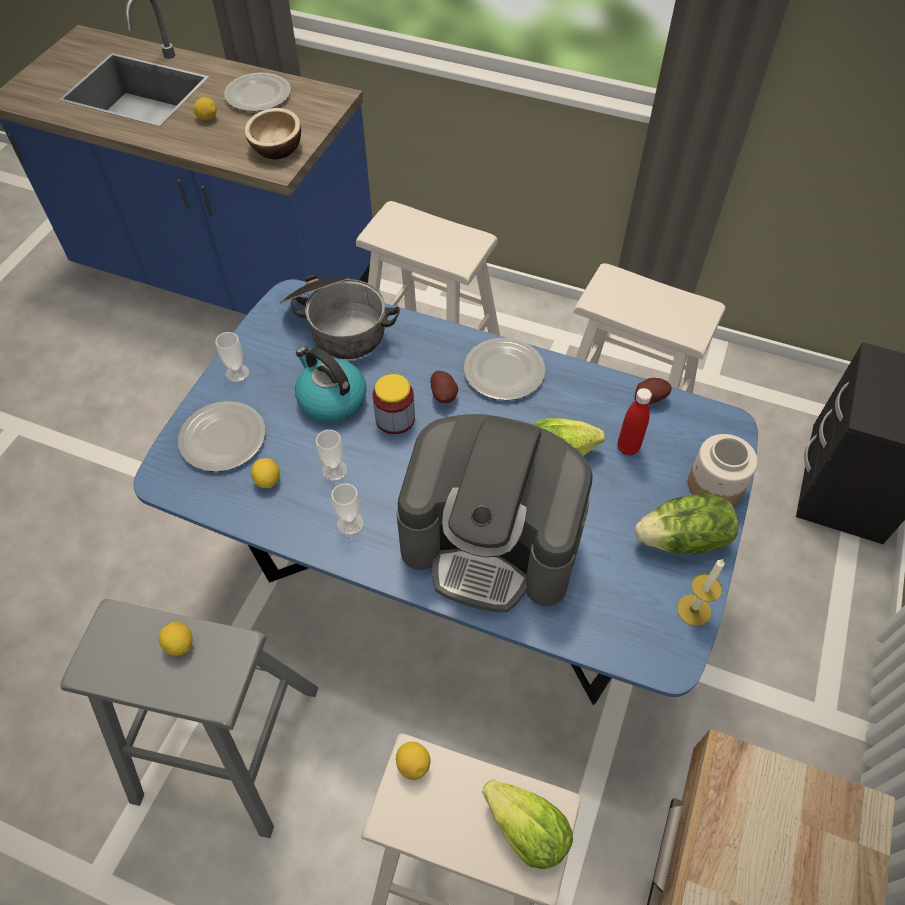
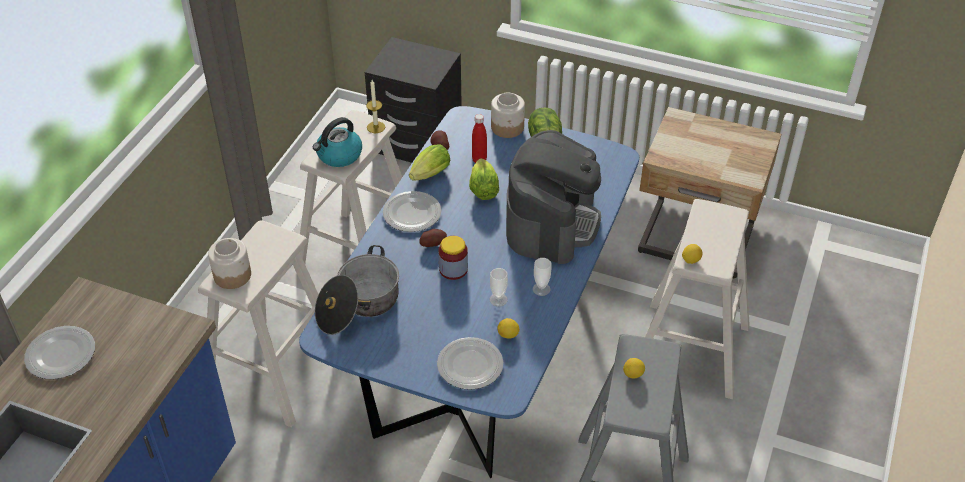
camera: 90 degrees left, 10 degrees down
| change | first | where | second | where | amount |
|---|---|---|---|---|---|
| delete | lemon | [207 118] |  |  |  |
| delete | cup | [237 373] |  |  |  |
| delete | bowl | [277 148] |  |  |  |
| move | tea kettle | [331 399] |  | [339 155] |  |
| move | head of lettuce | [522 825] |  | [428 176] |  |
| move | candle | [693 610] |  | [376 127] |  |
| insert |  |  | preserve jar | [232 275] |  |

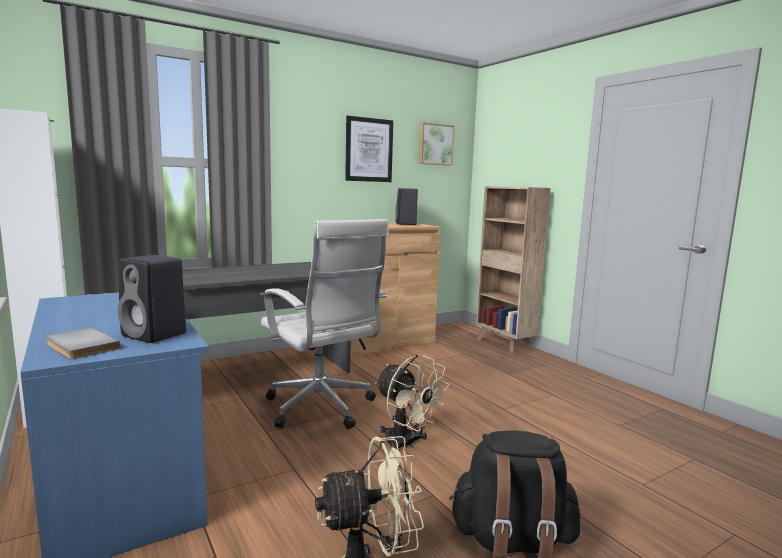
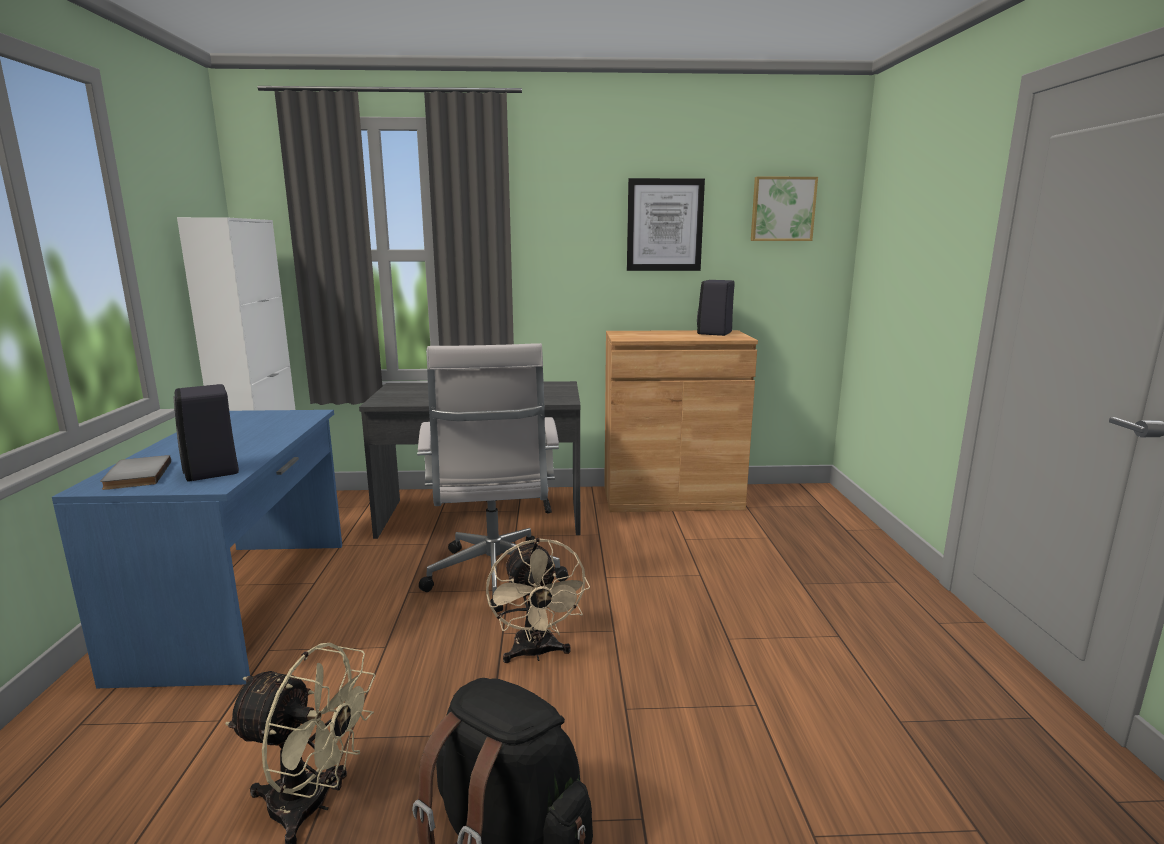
camera: 30 degrees right, 5 degrees up
| change | first | where | second | where | amount |
|---|---|---|---|---|---|
| delete | bookshelf (brownish) | [504 344] |  |  |  |

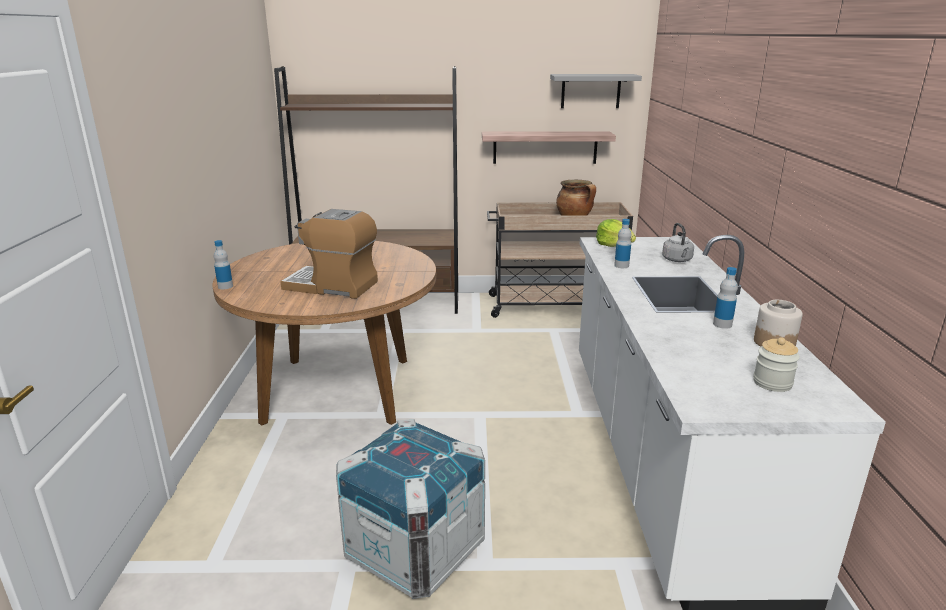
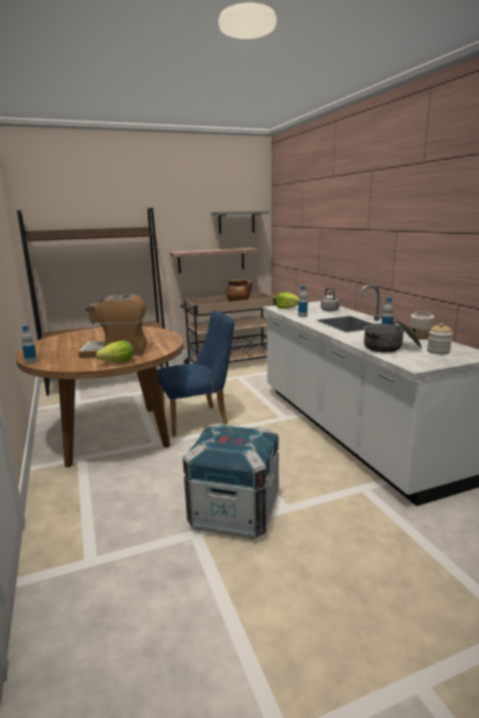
camera: 20 degrees left, 5 degrees down
| change | first | where | second | where | amount |
|---|---|---|---|---|---|
| insert |  |  | head of lettuce | [118 362] |  |
| insert |  |  | plain chair (blue-coloured) | [199 419] |  |
| insert |  |  | saucepot | [391 347] |  |

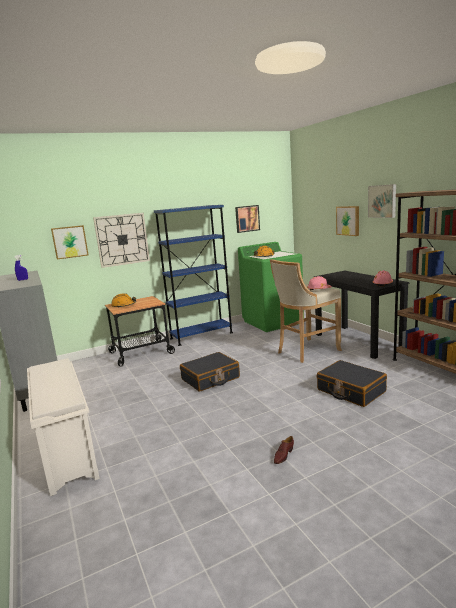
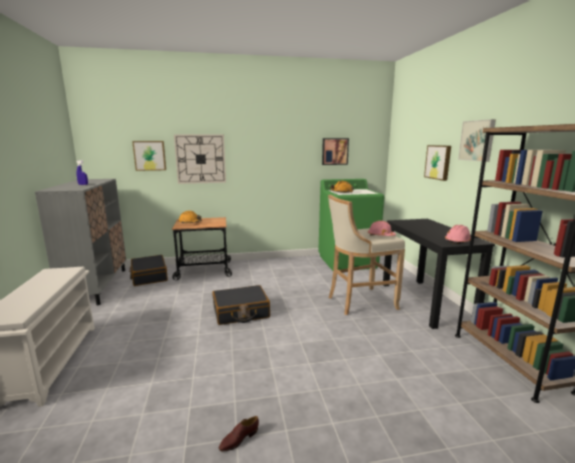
camera: 15 degrees right, 0 degrees up
| change | first | where | second | where | amount |
|---|---|---|---|---|---|
| delete | bookshelf (blue-coloured) | [201 335] |  |  |  |
| move | piece of luggage (blackish) | [350 391] |  | [149 276] |  |

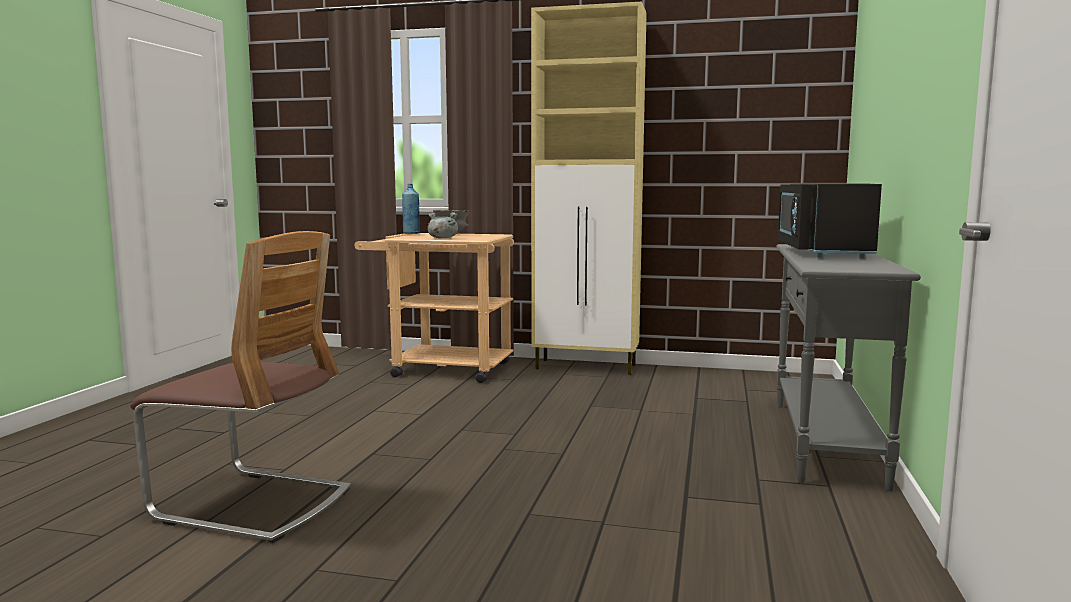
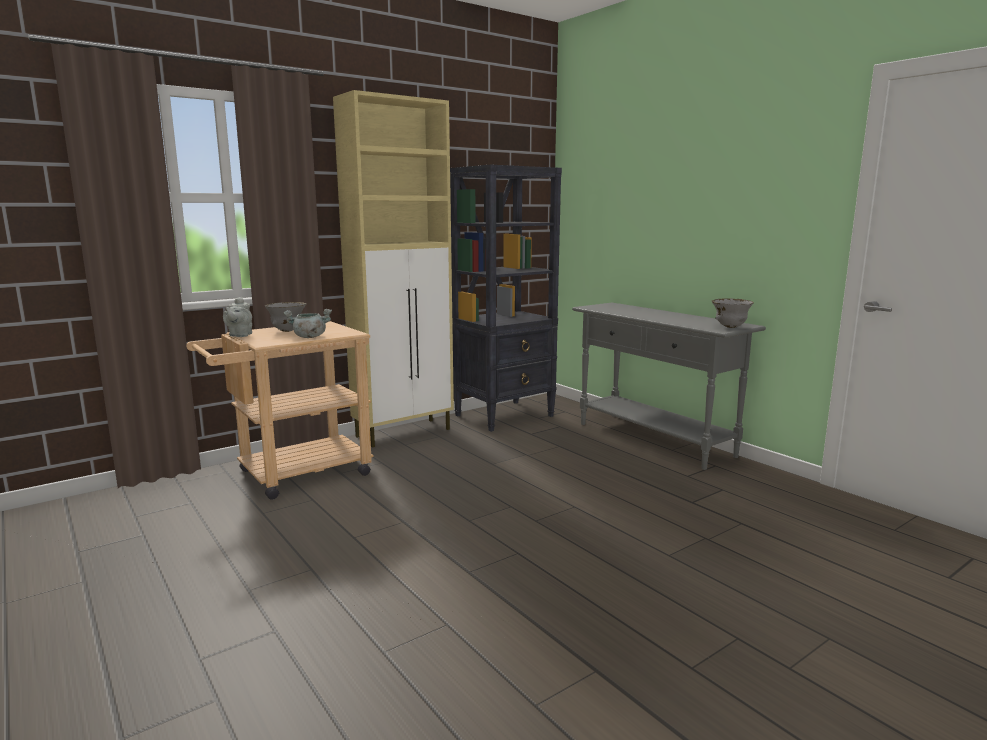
camera: 50 degrees left, 5 degrees up
| change | first | where | second | where | amount |
|---|---|---|---|---|---|
| delete | plain chair | [252 504] |  |  |  |
| replace | bottle (blue-coloured) | [411 233] | tea pot (gray) | [239 335] |  |
| delete | microwave (blackish) | [820 252] |  |  |  |
| insert |  |  | bookshelf (blackish) | [505 415] |  |
| insert |  |  | bowl (gray) | [730 327] |  |

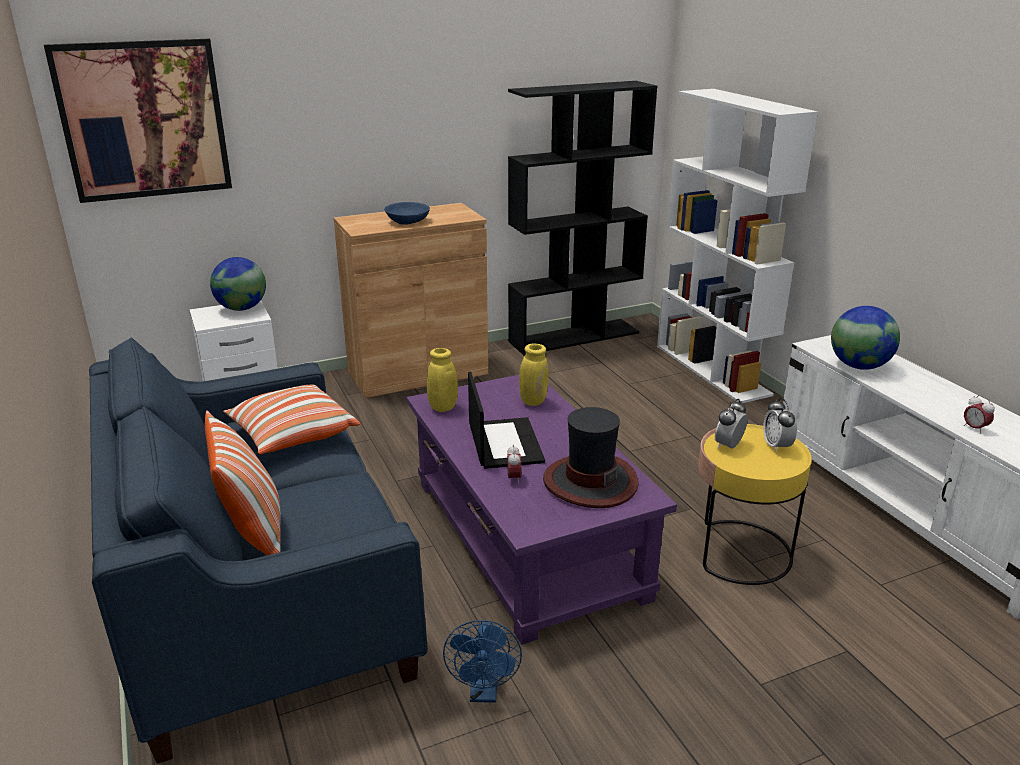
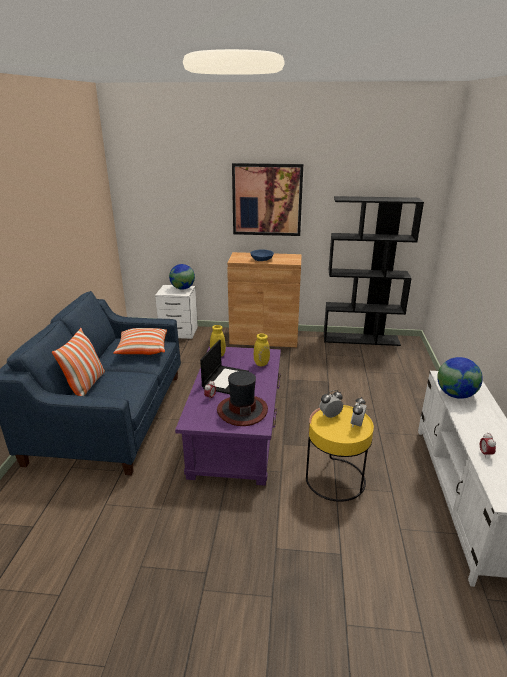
camera: 30 degrees right, 0 degrees up
| change | first | where | second | where | amount |
|---|---|---|---|---|---|
| move | wall picture | [144 120] |  | [267 200] |  |
| delete | cooling fan (blue-coloured) | [484 692] |  |  |  |
| delete | bookshelf (whitish) | [713 370] |  |  |  |

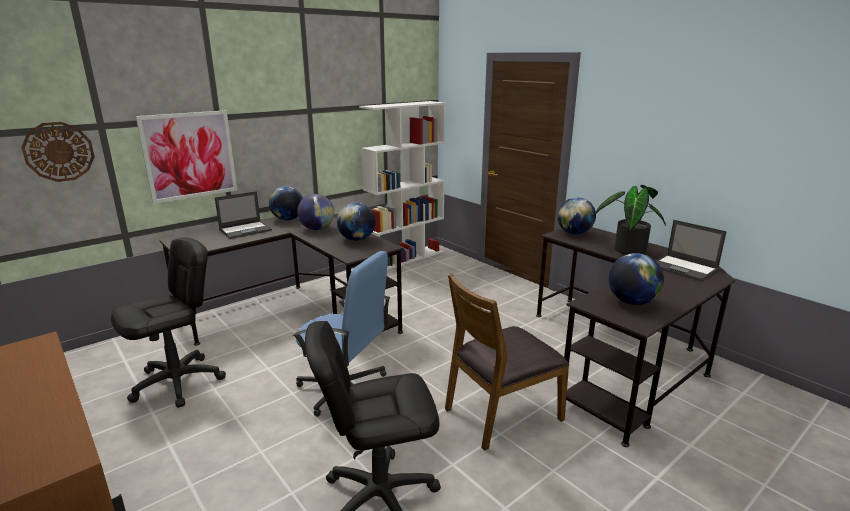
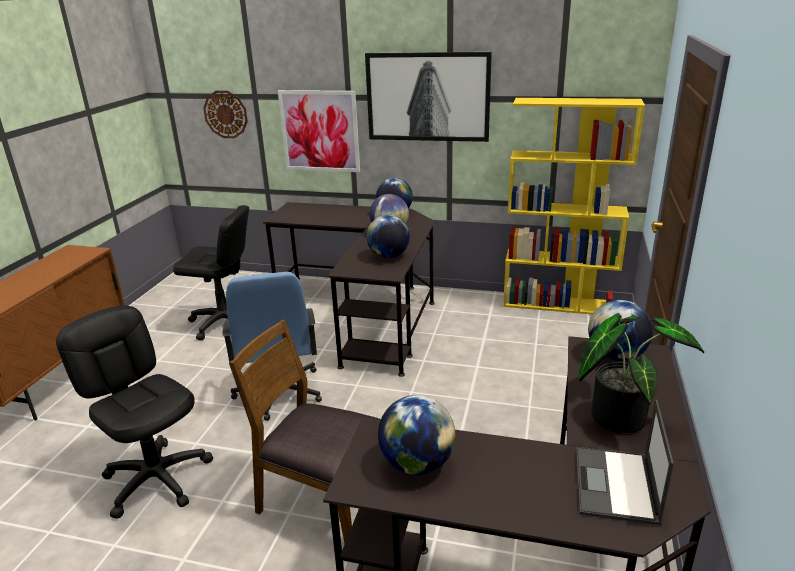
camera: 55 degrees right, 5 degrees up
| change | first | where | second | where | amount |
|---|---|---|---|---|---|
| delete | notebook computer | [246 230] |  |  |  |
| recolor | bookshelf (whitish) | [406 258] | bookshelf (yellow-coloured) | [559 304] |  |
| insert |  |  | wall picture | [428 97] |  |

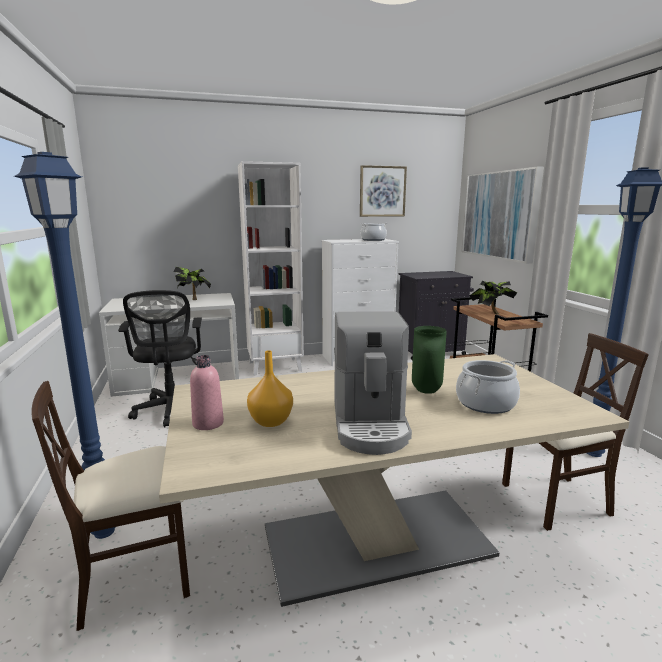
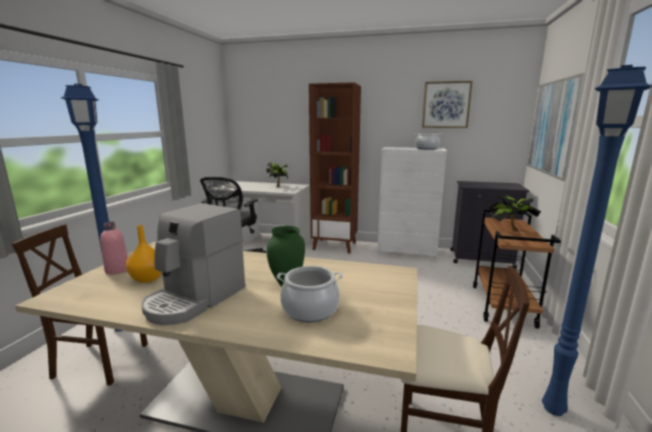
camera: 30 degrees right, 0 degrees up
| change | first | where | second | where | amount |
|---|---|---|---|---|---|
| recolor | bookshelf (whitish) | [275 366] | bookshelf (brownish) | [335 246] |  |

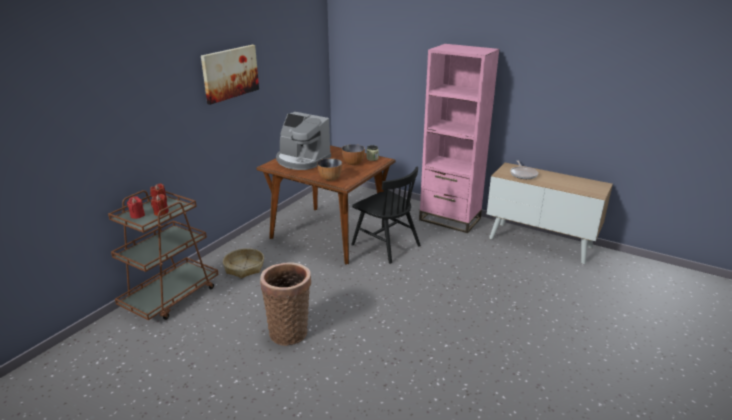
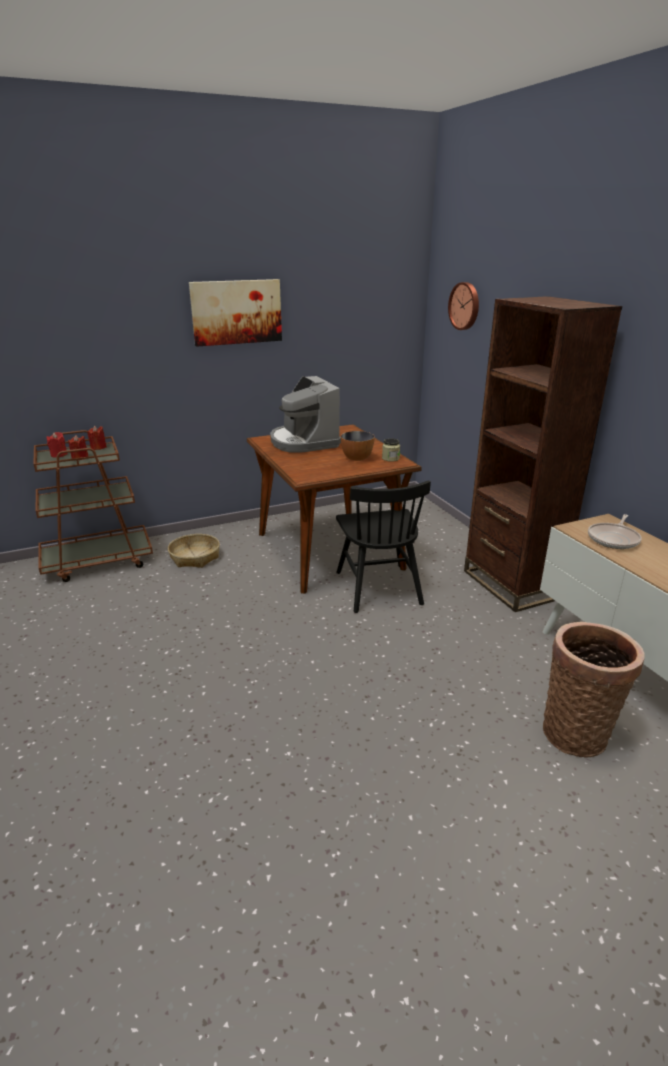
camera: 35 degrees right, 0 degrees up
| change | first | where | second | where | amount |
|---|---|---|---|---|---|
| move | household basket | [289 331] |  | [577 732] |  |
| delete | bowl | [330 179] |  |  |  |
| recolor | bookshelf (pinkish) | [450 219] | bookshelf (brownish) | [511 584] |  |
| insert |  |  | hanging clock | [465 306] |  |

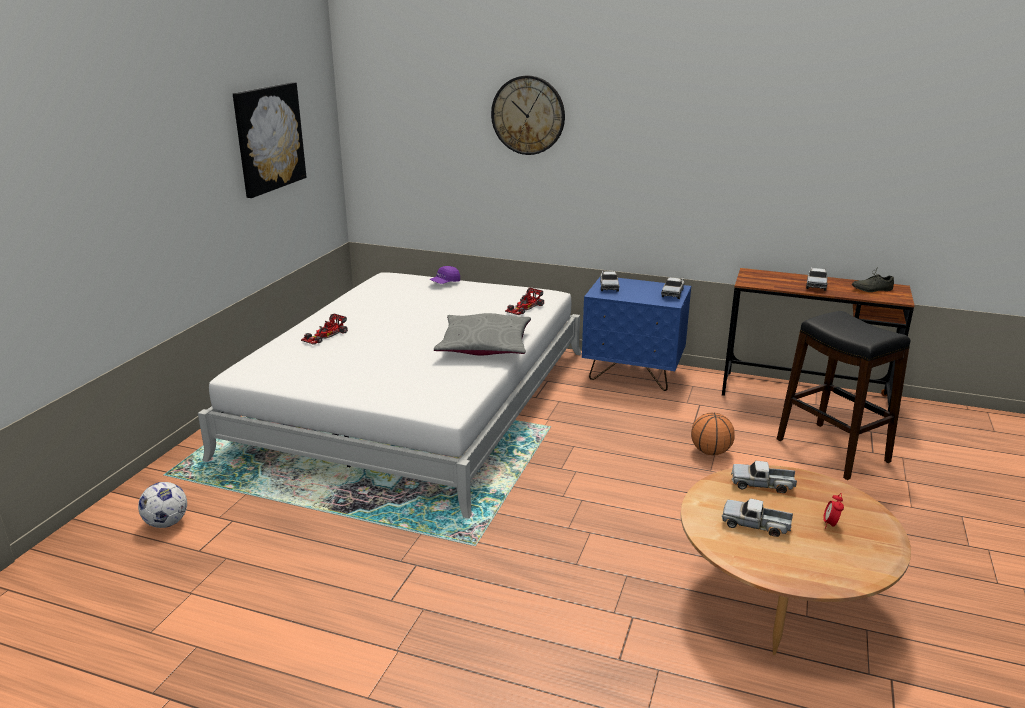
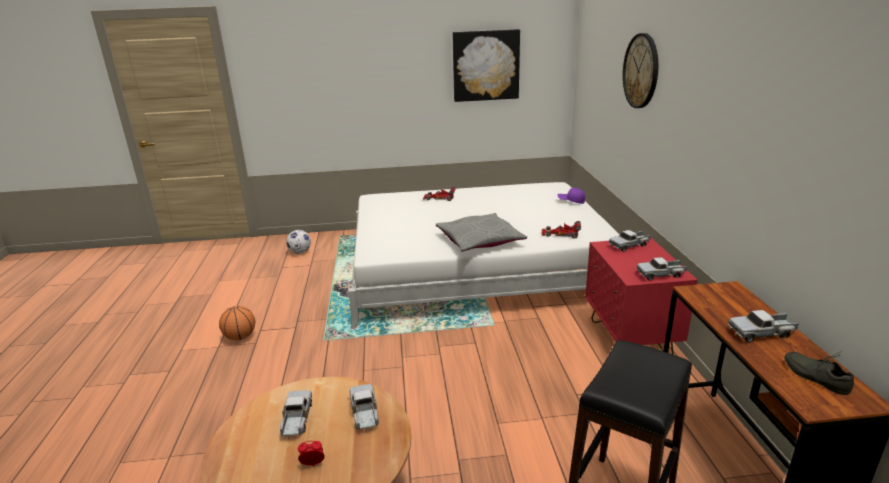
camera: 65 degrees right, 0 degrees up
| change | first | where | second | where | amount |
|---|---|---|---|---|---|
| recolor | bedside table (blue-coloured) | [633 375] | bedside table (red) | [630 339] |  |
| move | basketball | [710 452] |  | [240 337] |  |

